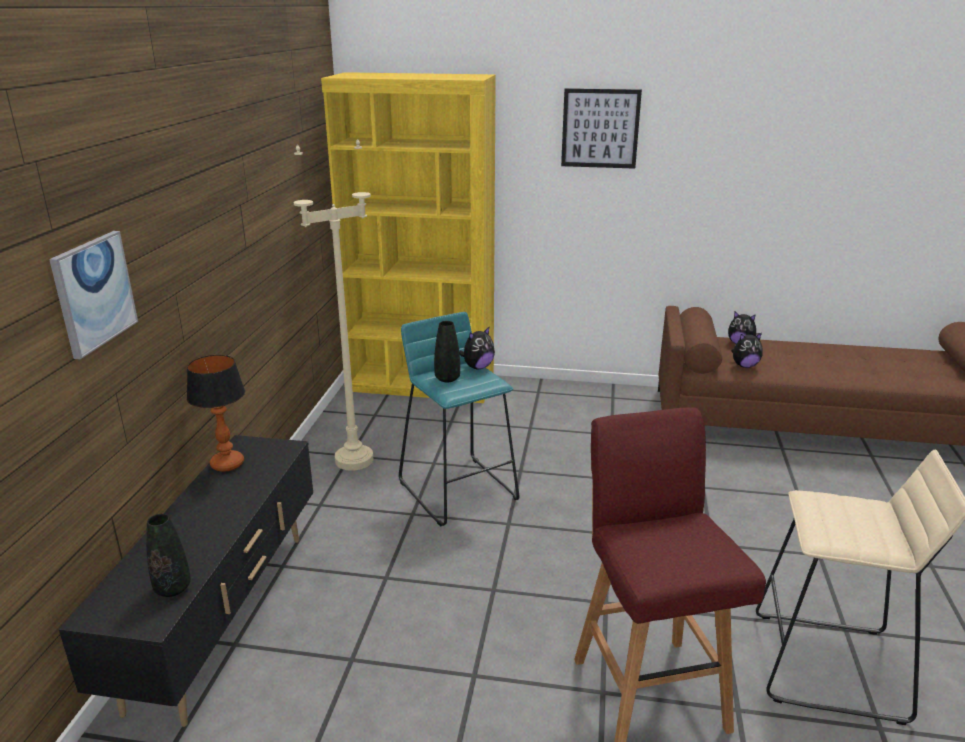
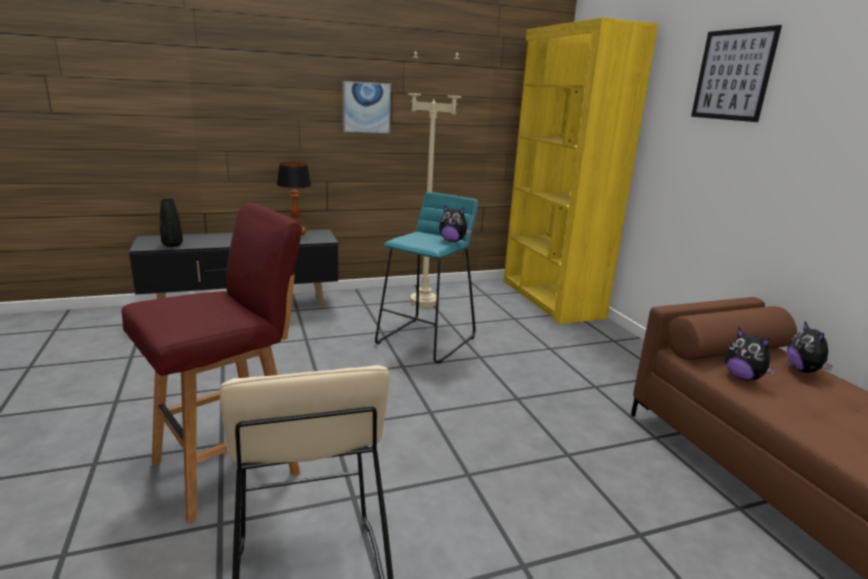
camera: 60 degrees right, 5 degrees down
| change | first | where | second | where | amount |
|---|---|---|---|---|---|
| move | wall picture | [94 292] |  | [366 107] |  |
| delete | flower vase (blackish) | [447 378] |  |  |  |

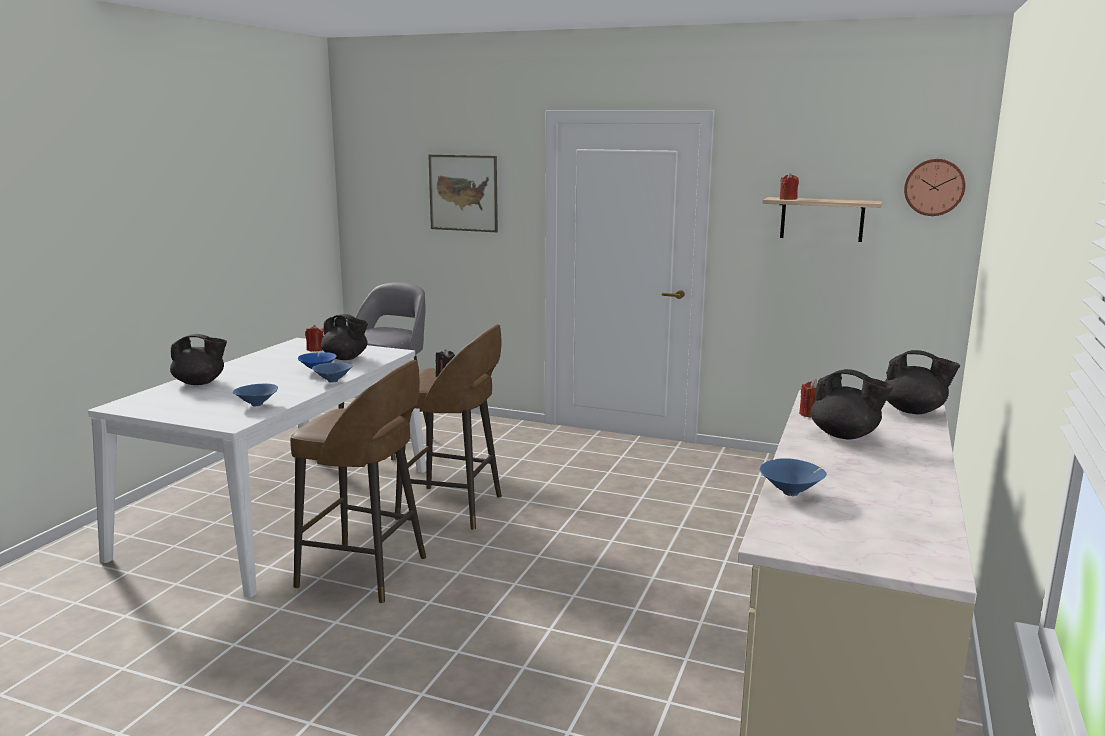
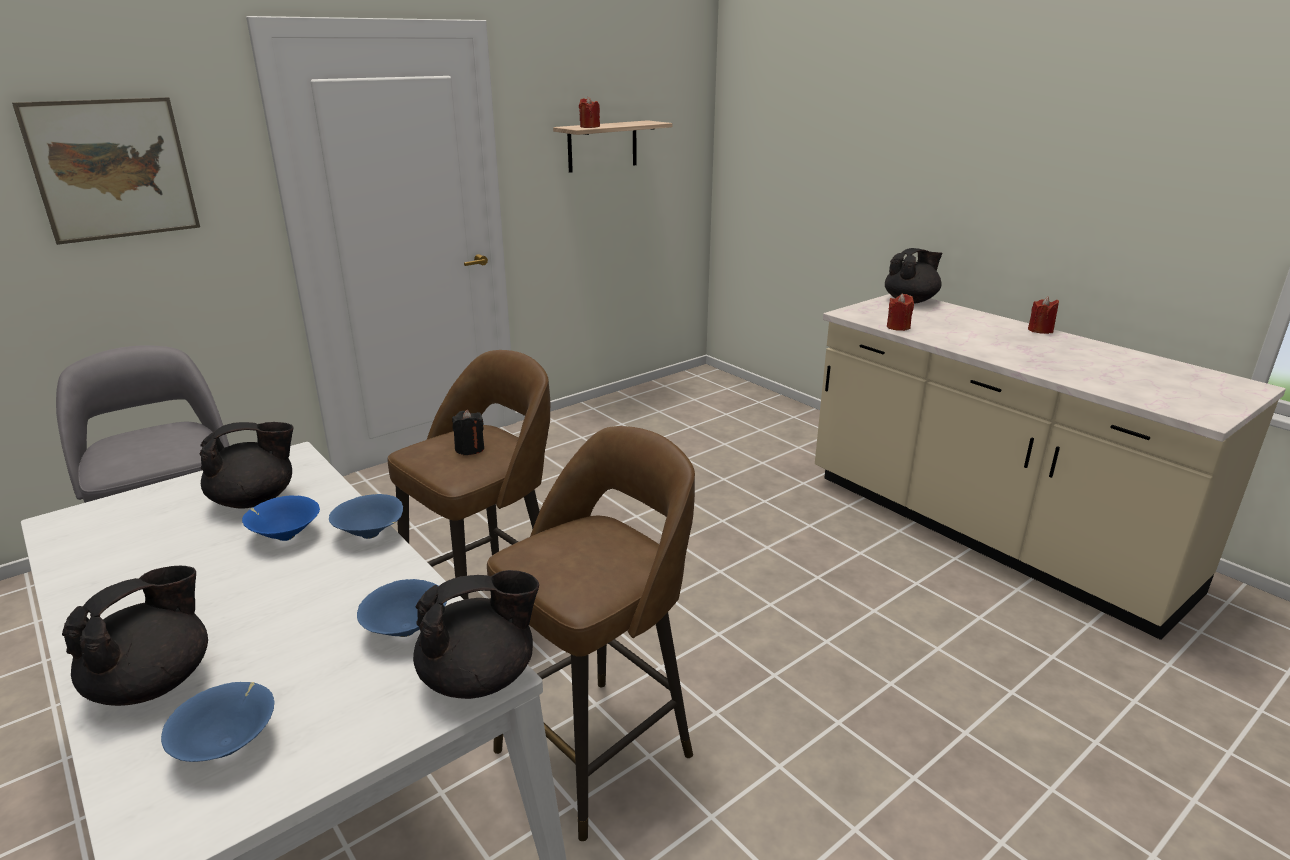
camera: 60 degrees left, 10 degrees up
| change | first | where | second | where | amount |
|---|---|---|---|---|---|
| move | candle (red) | [315 349] |  | [1040 330] |  |
| move | bowl (blue-coloured) | [792 493] |  | [230 745] |  |
| move | tea pot (blackish) | [845 436] |  | [480 677] |  |
| delete | hanging clock | [934 187] |  |  |  |

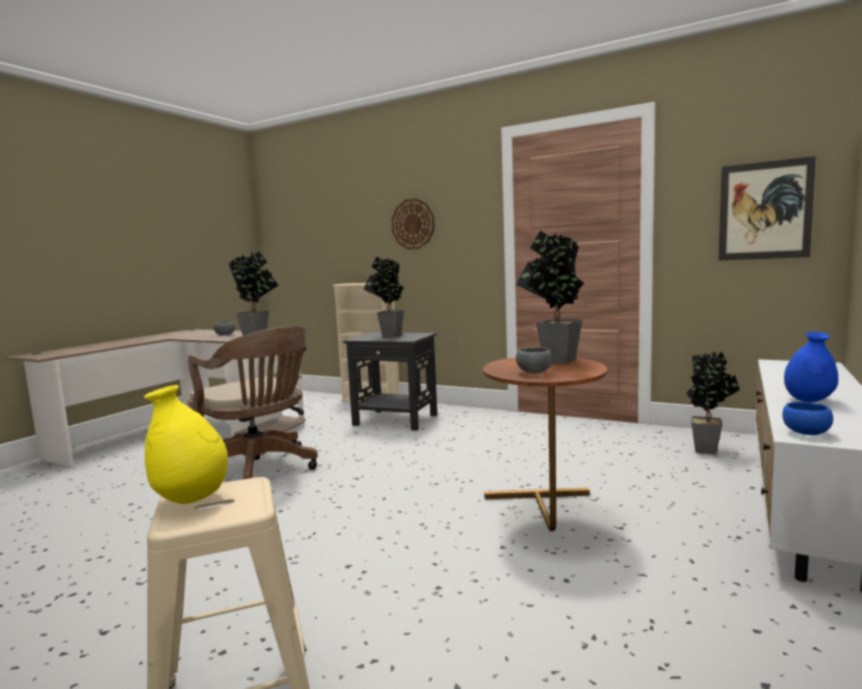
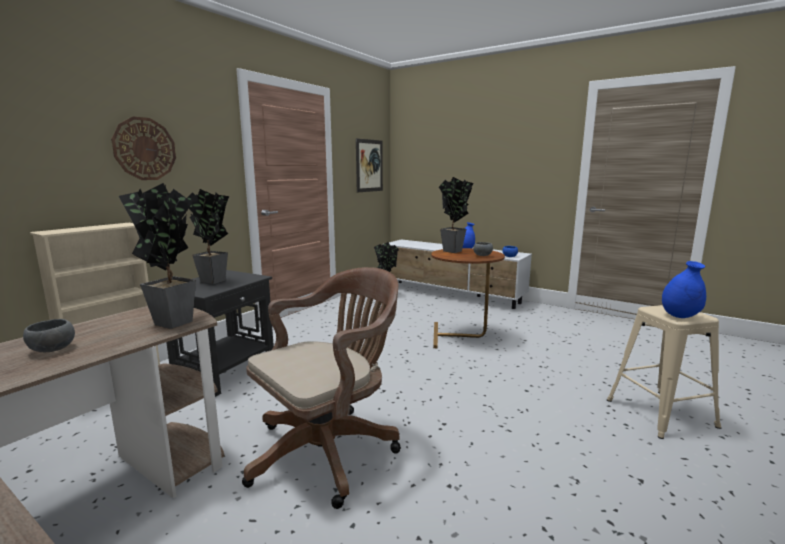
camera: 85 degrees left, 5 degrees up
| change | first | where | second | where | amount |
|---|---|---|---|---|---|
| recolor | flower vase (yellow-coloured) | [192 499] | flower vase (blue-coloured) | [680 316] |  |

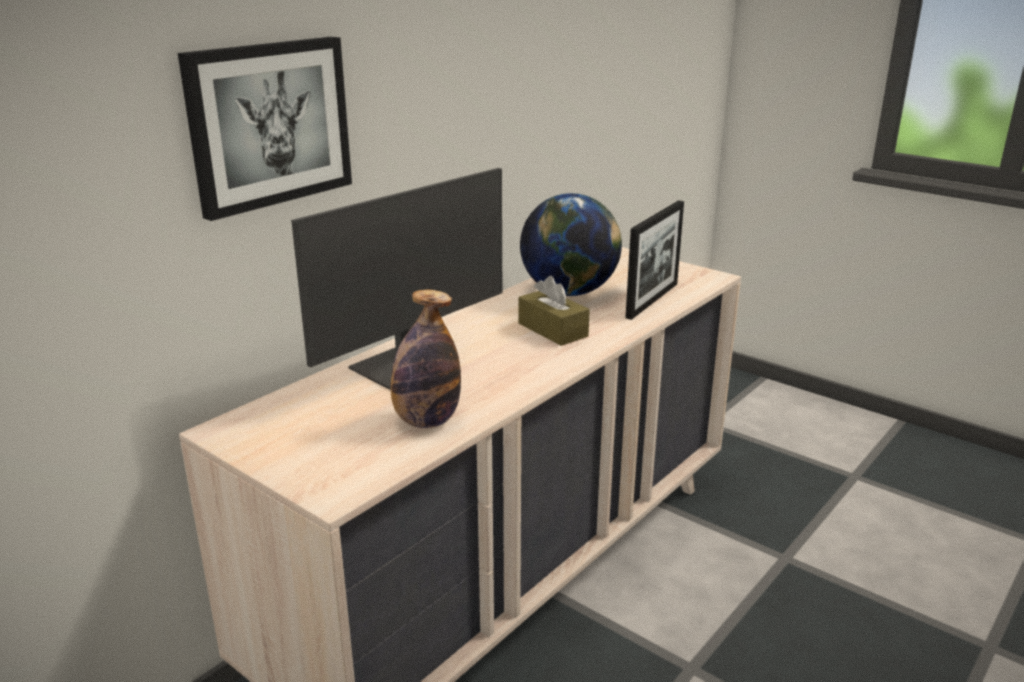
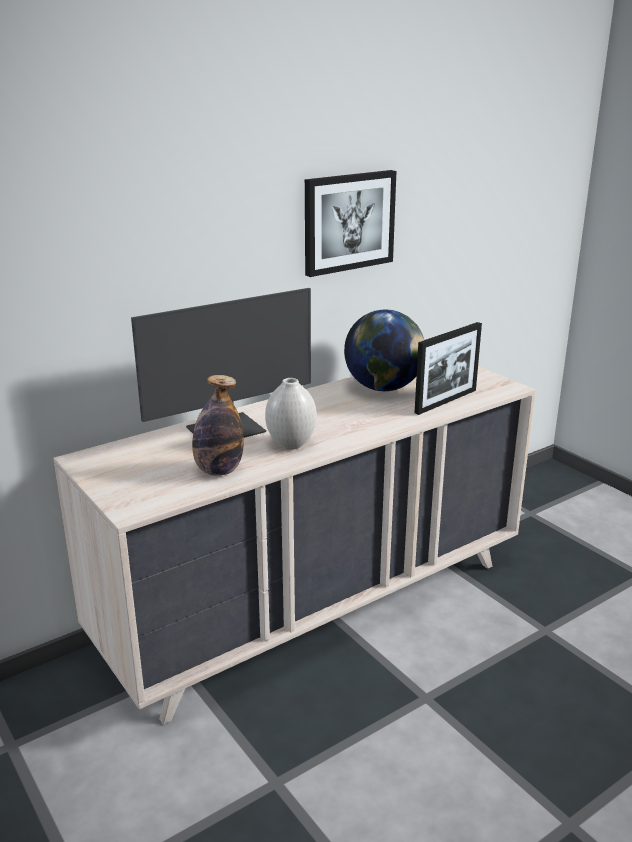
camera: 15 degrees right, 0 degrees up
| change | first | where | second | where | amount |
|---|---|---|---|---|---|
| move | wall picture | [269 124] |  | [348 222] |  |
| delete | box of tissues (brownish) | [552 330] |  |  |  |
| insert |  |  | flower vase (whitish) | [291 445] |  |

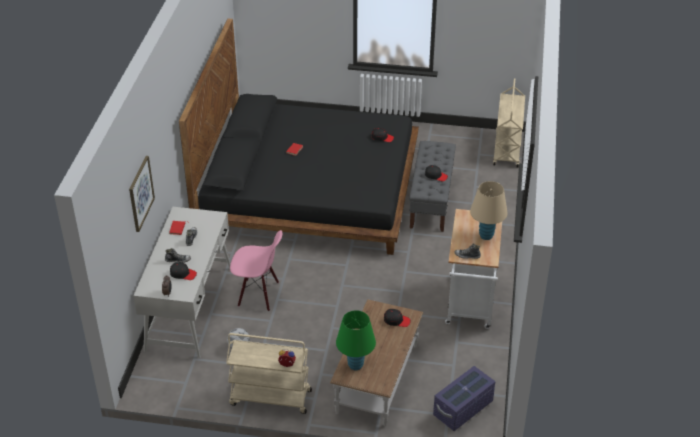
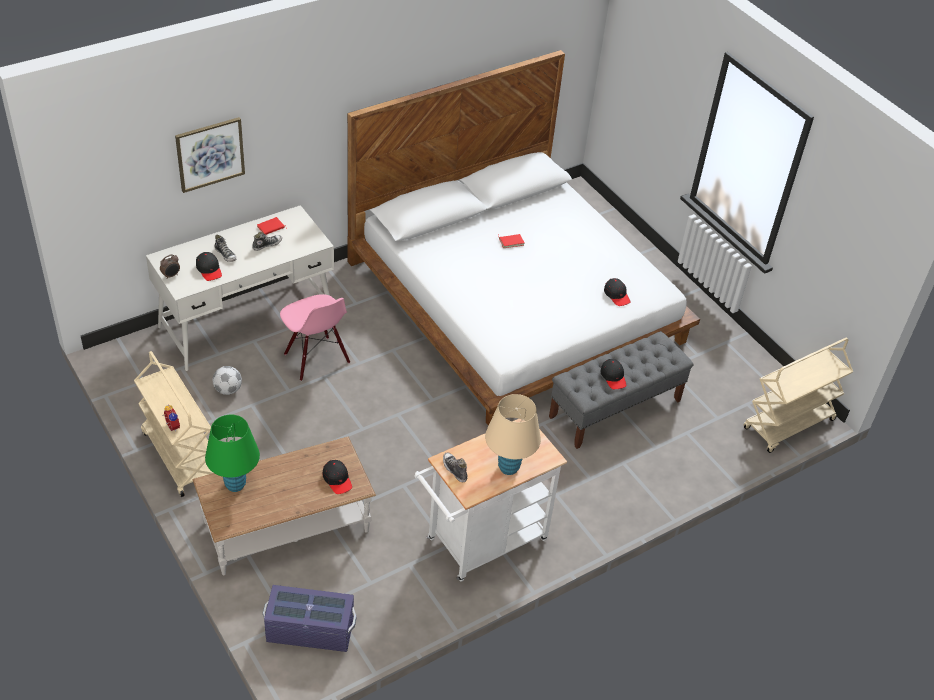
camera: 45 degrees right, 5 degrees up
| change | first | where | second | where | amount |
|---|---|---|---|---|---|
| recolor | bed (blackish) | [310 188] | bed (whitish) | [517 301] |  |

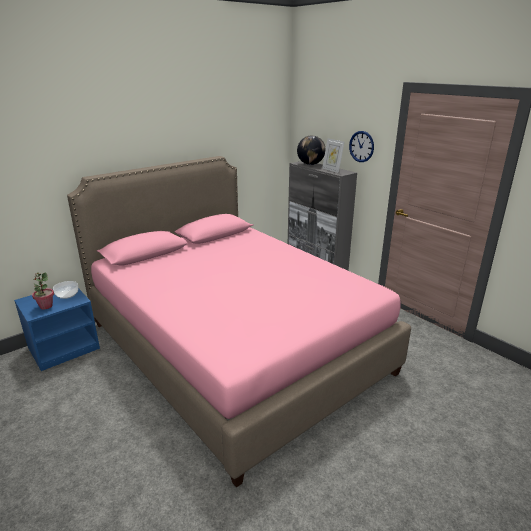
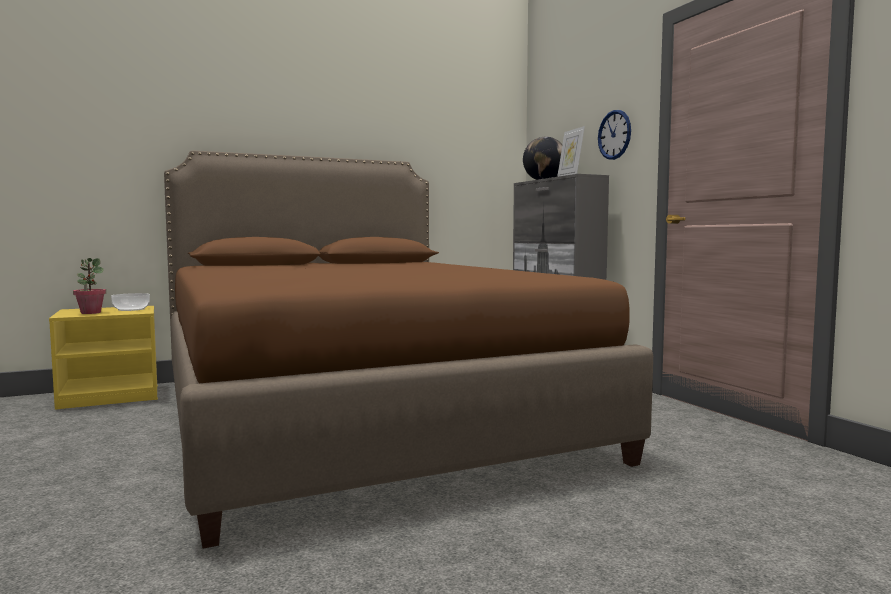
camera: 15 degrees right, 20 degrees down
| change | first | where | second | where | amount |
|---|---|---|---|---|---|
| recolor | bedside table (blue-coloured) | [64 348] | bedside table (yellow-coloured) | [111 396] |  |
| recolor | bed (pinkish) | [234 347] | bed (brownish) | [358 415] |  |

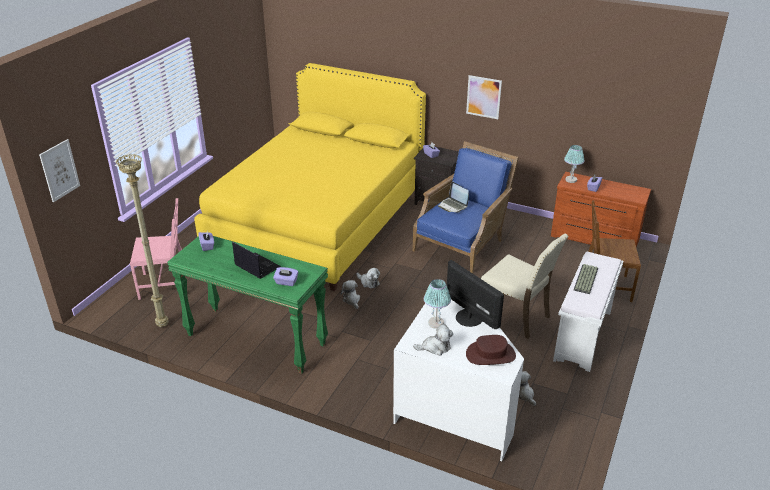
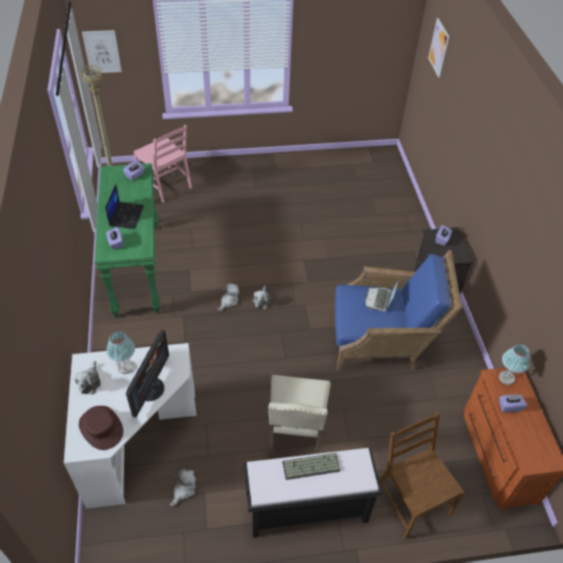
camera: 55 degrees right, 15 degrees up
| change | first | where | second | where | amount |
|---|---|---|---|---|---|
| delete | bed (yellow-coloured) | [318 219] |  |  |  |
| rotate | soft toy | [435 347] |  | [89 382] | 45 degrees clockwise |
| move | wall picture | [483 97] |  | [439 47] |  |
| recolor | long seat (whitish) | [583 336] | long seat (blackish) | [306 510] |  |

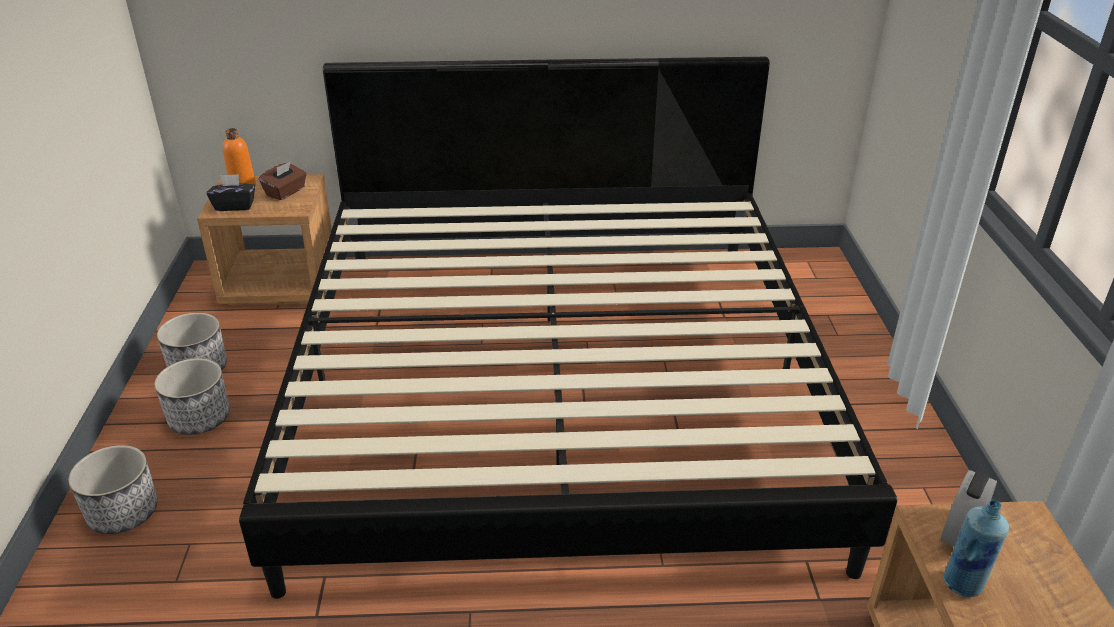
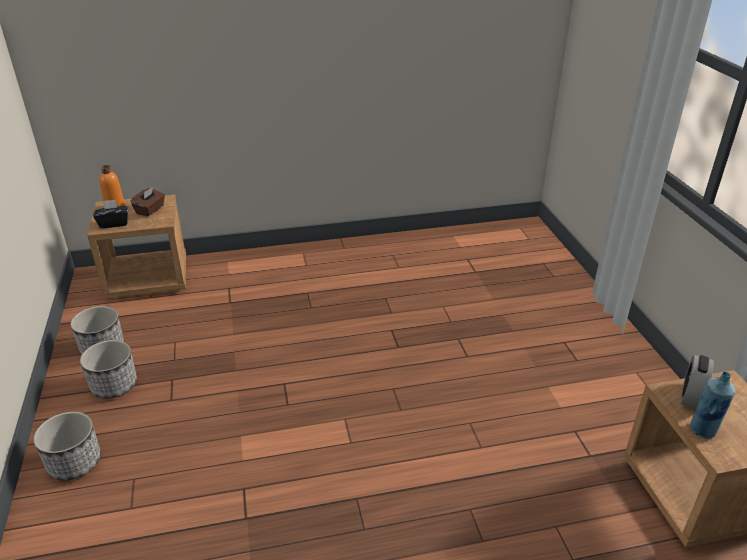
camera: 10 degrees left, 0 degrees up
| change | first | where | second | where | amount |
|---|---|---|---|---|---|
| delete | bed | [557 385] |  |  |  |

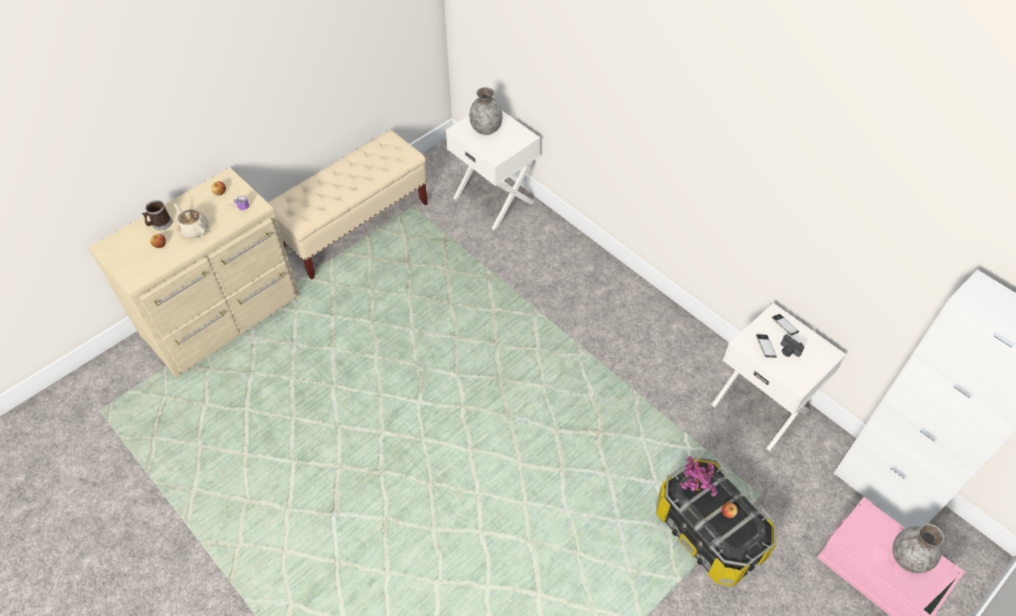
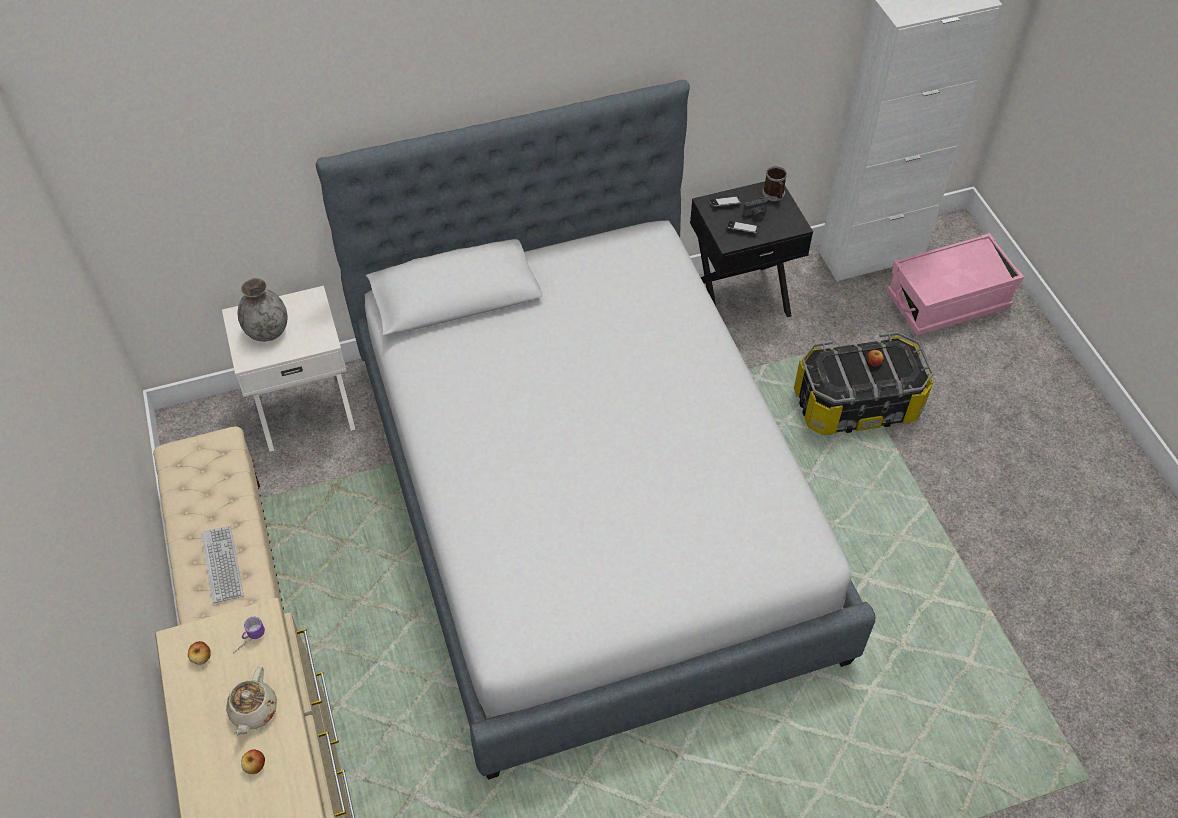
camera: 65 degrees left, 0 degrees up
| change | first | where | second | where | amount |
|---|---|---|---|---|---|
| move | tea mug | [160 224] |  | [774 195] |  |
| rotate | tea pot (sand-coloured) | [194 229] |  | [253 711] | 60 degrees counterclockwise |
| delete | houseplant | [693 490] |  |  |  |
| recolor | bedside table (whitish) | [761 406] | bedside table (blackish) | [739 297] |  |
| delete | flower vase (gray) | [908 558] |  |  |  |
| insert |  |  | computer keyboard | [222 565] |  |
| insert |  |  | bed | [588 502] |  |

